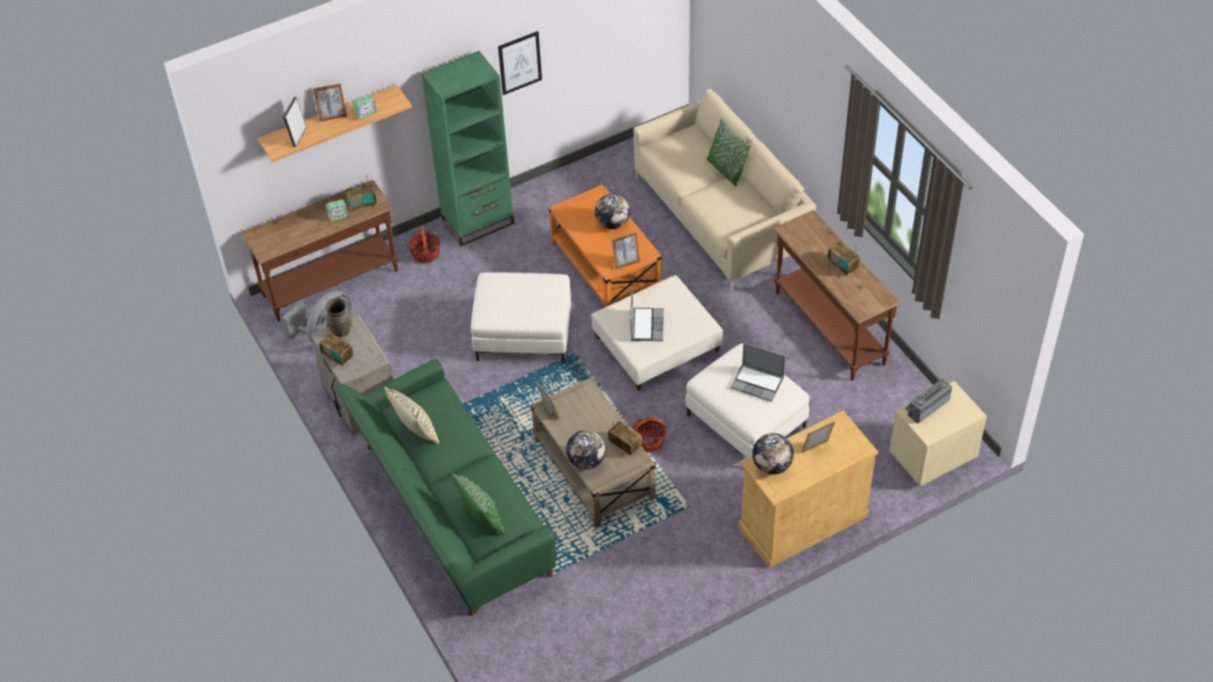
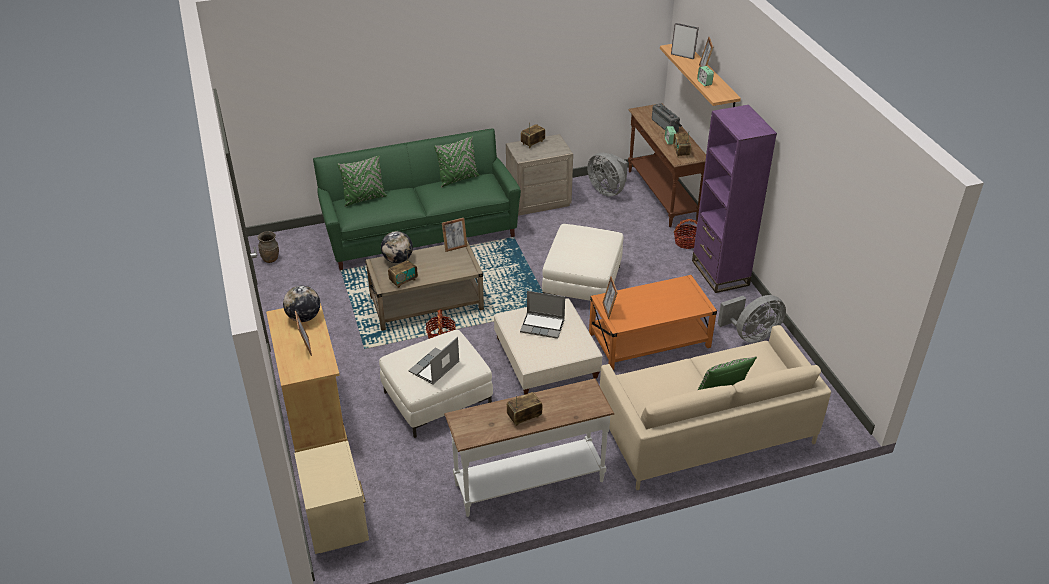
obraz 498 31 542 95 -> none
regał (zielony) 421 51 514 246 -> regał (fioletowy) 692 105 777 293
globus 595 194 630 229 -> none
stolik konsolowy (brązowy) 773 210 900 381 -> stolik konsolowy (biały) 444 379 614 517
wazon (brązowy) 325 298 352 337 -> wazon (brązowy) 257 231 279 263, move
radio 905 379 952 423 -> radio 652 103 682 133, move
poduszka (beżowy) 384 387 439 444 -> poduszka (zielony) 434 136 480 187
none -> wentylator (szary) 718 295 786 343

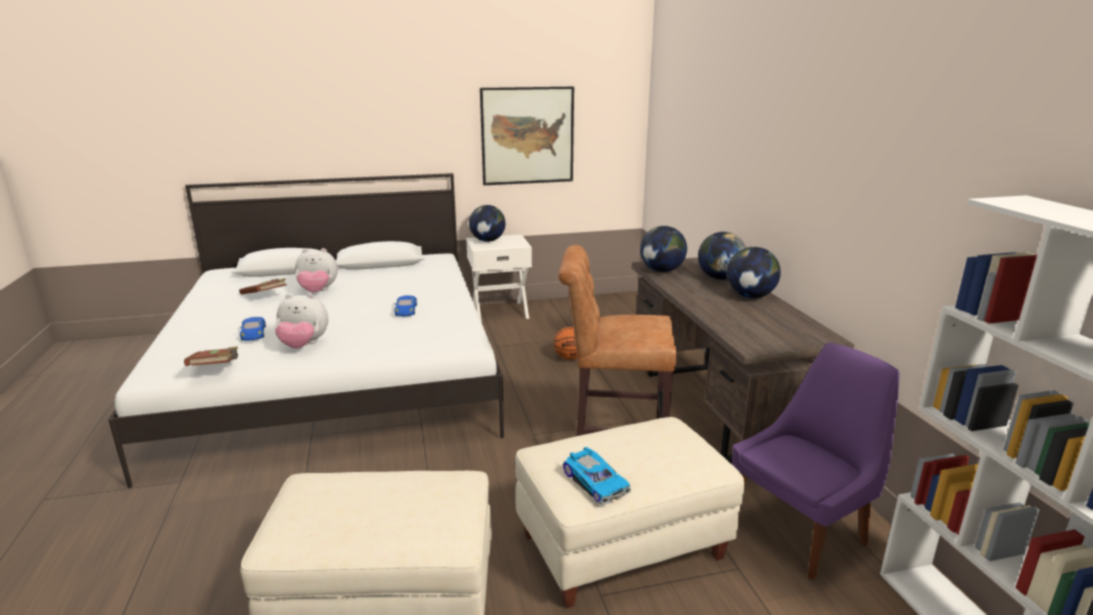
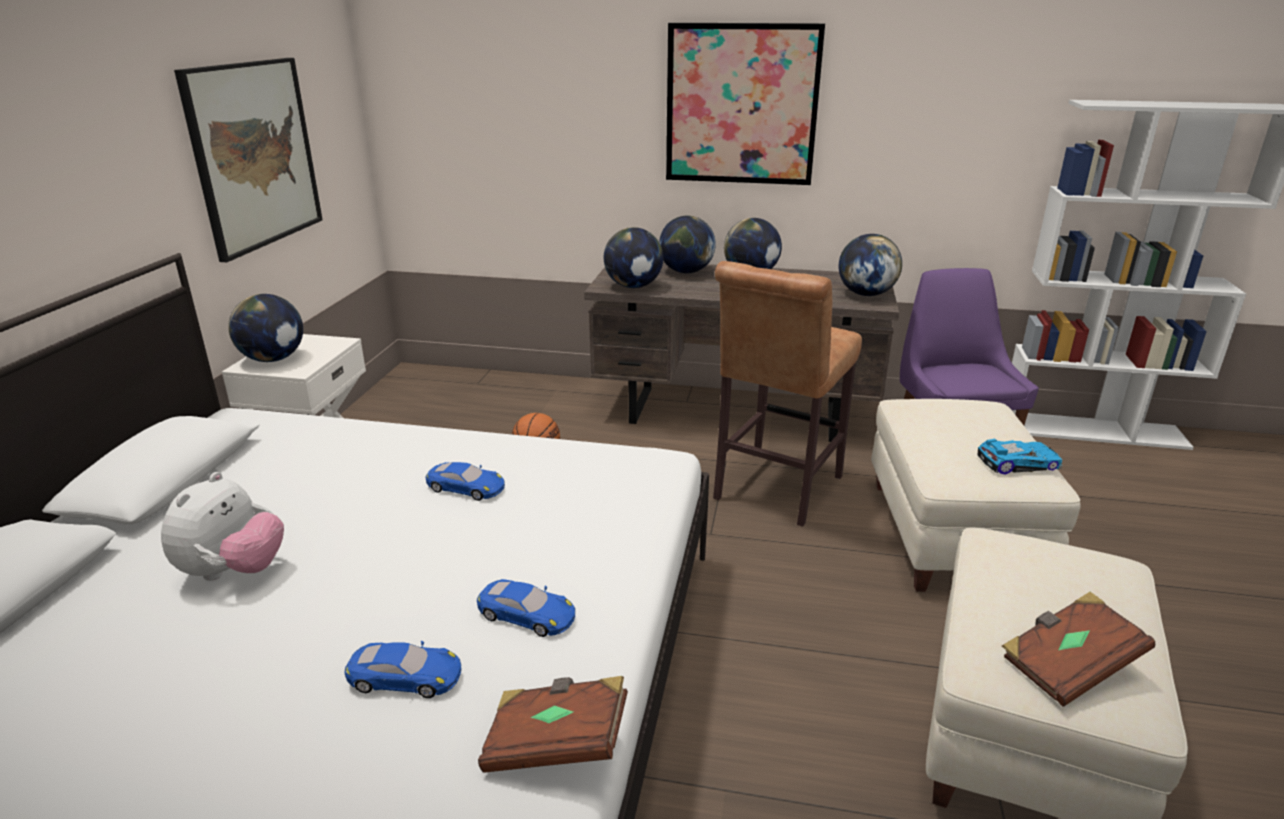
książka (brązowy) 239 278 287 294 -> książka (brązowy) 1002 592 1155 707, move
pluszak 275 294 328 349 -> samochodzik (niebieski) 477 579 575 637
none -> obraz 666 23 825 185
none -> globus 839 234 902 296

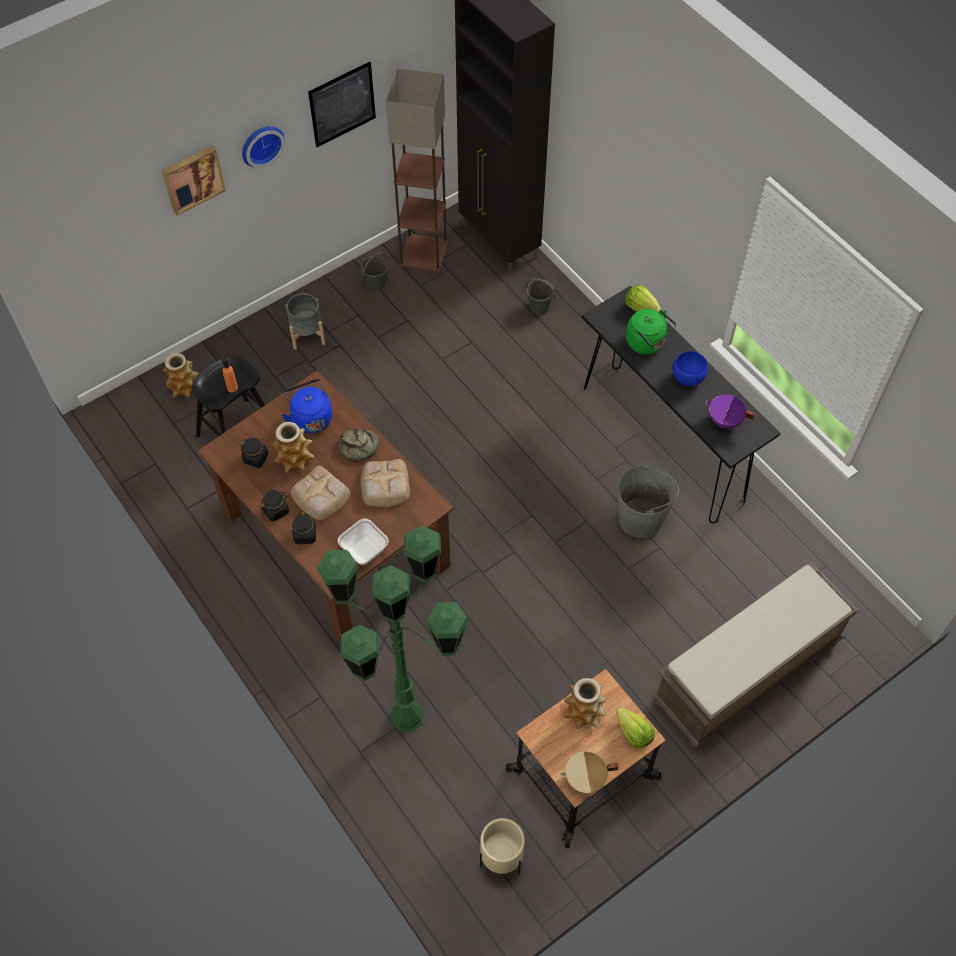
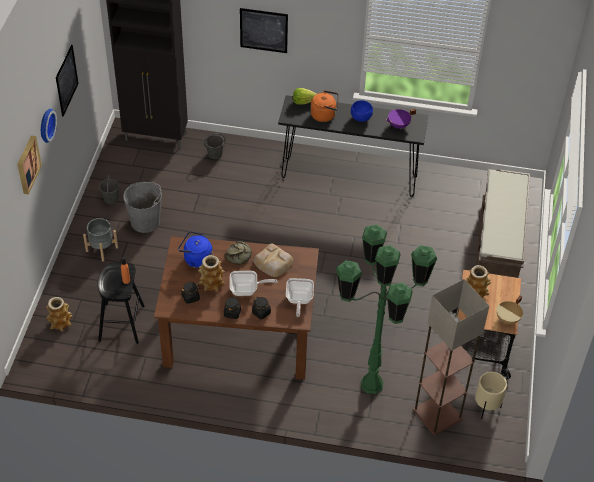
lampa stojąca 386 68 448 273 -> lampa stojąca 413 279 489 435, move
czajnik (zielony) 626 309 676 354 -> czajnik (pomarańczowy) 310 90 339 122
wiadro (szary) 618 464 679 538 -> wiadro (szary) 123 182 162 233, move
chleb 291 466 350 520 -> patelnia 230 271 277 296
sałata 616 707 655 748 -> none
none -> obraz 240 8 288 53

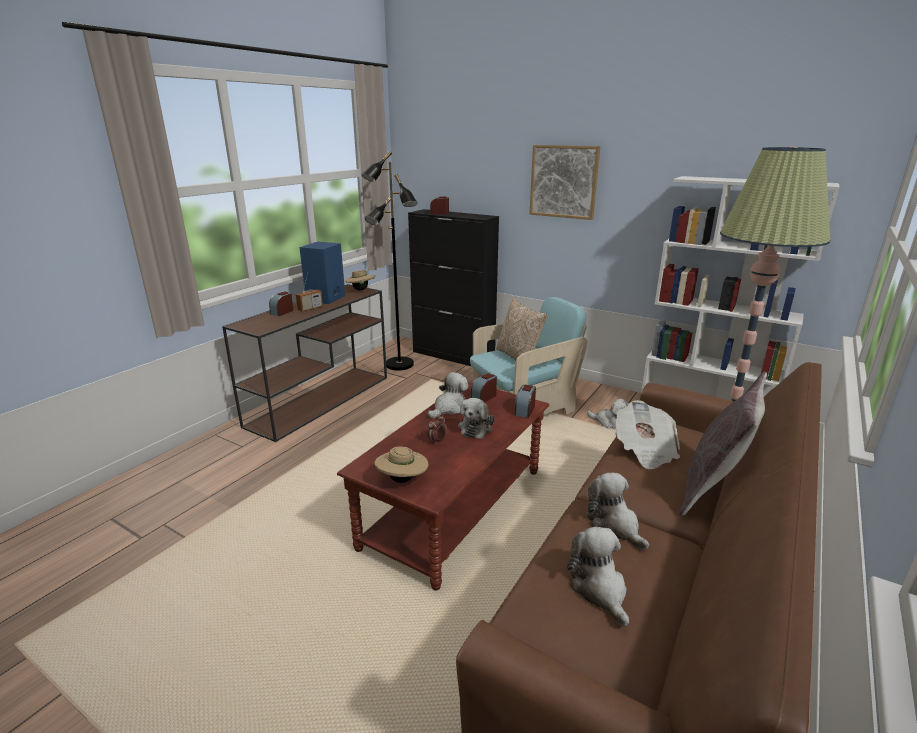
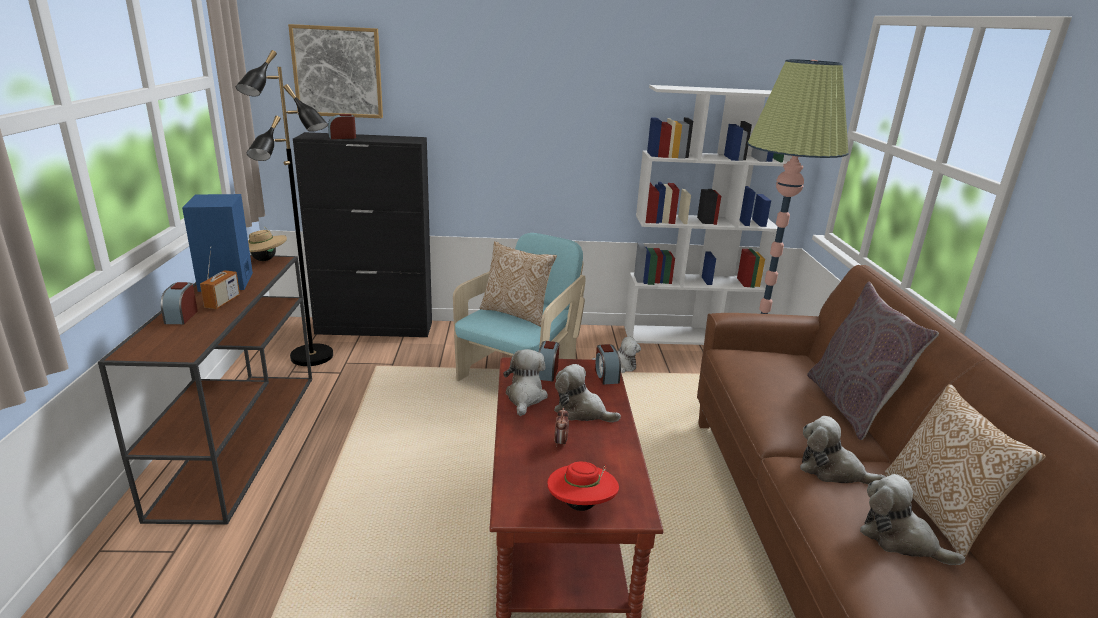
obraz 529 145 600 220 -> obraz 288 24 383 118, move
pluszak 458 398 495 439 -> pluszak 554 364 621 422, 135 degrees clockwise
gazeta 615 400 680 470 -> none
kapelusz (beżowy) 375 446 428 483 -> kapelusz (czerwony) 547 461 619 511
none -> poduszka 885 384 1046 558

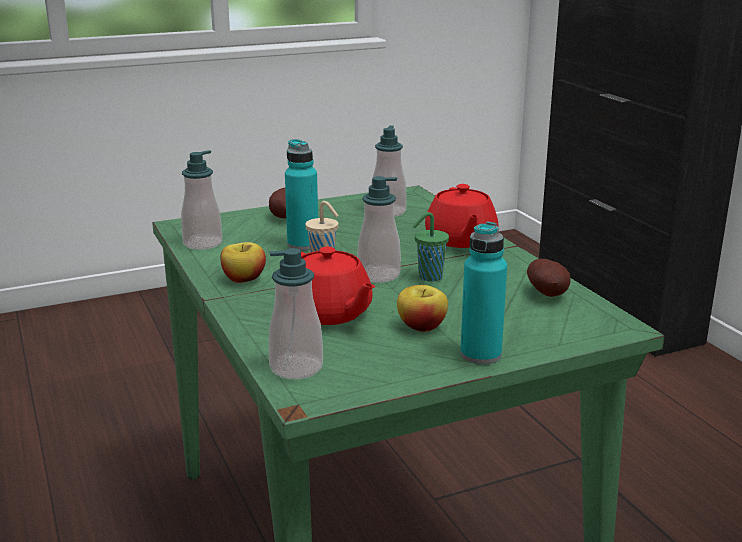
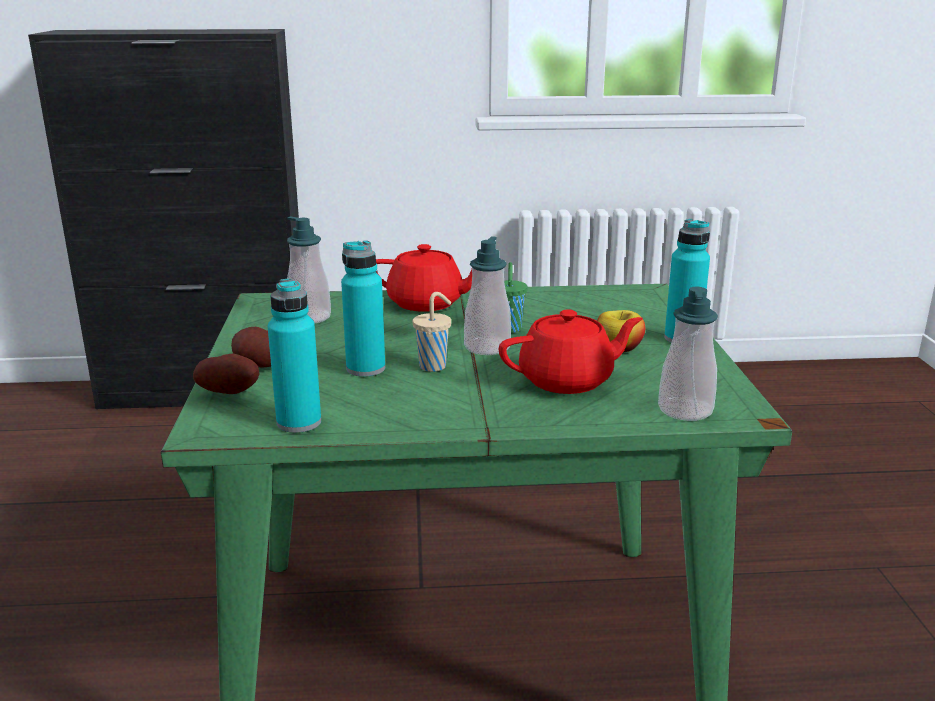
dozownik mydła 181 150 223 250 -> butelka (turkusowy) 268 278 321 433
jabłko 220 242 266 283 -> none
ziemniak 527 259 571 297 -> ziemniak 193 354 260 394, move

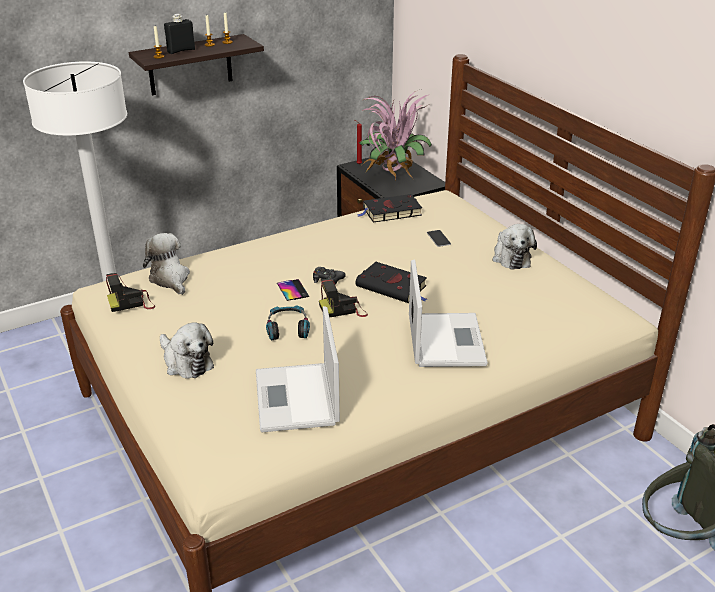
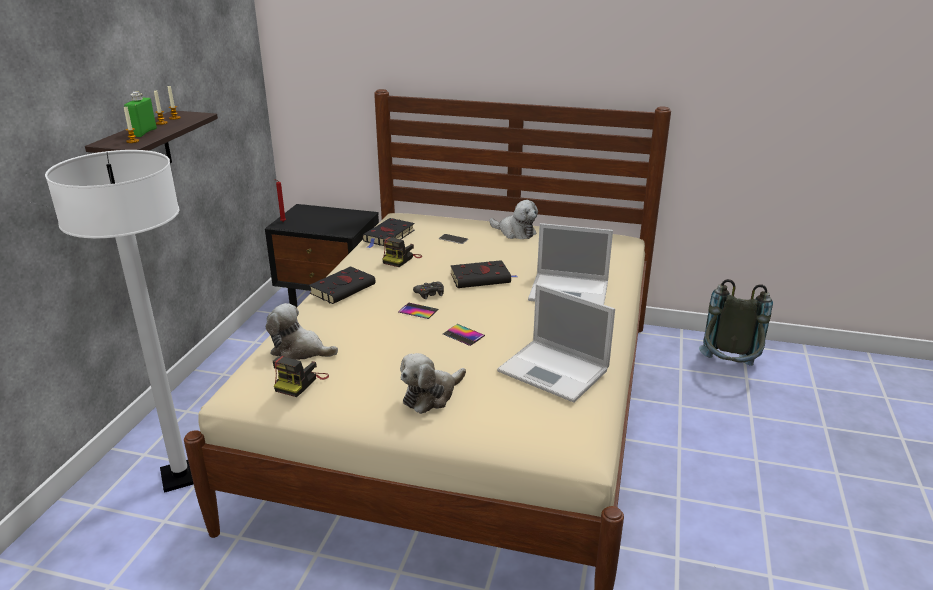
butelka (czarny) 164 14 195 54 -> butelka (zielony) 124 92 157 137
roślina doniczkowa 359 91 432 180 -> none
laptop 409 259 488 367 -> laptop 528 223 613 305, 150 degrees clockwise
aparat fotograficzny 319 279 368 318 -> aparat fotograficzny 383 237 422 267, move
słuchawki 266 305 310 341 -> telefon 443 324 485 346
pluszak 160 322 214 379 -> pluszak 400 353 466 414, 135 degrees clockwise
none -> książka (czarny) 309 266 376 304

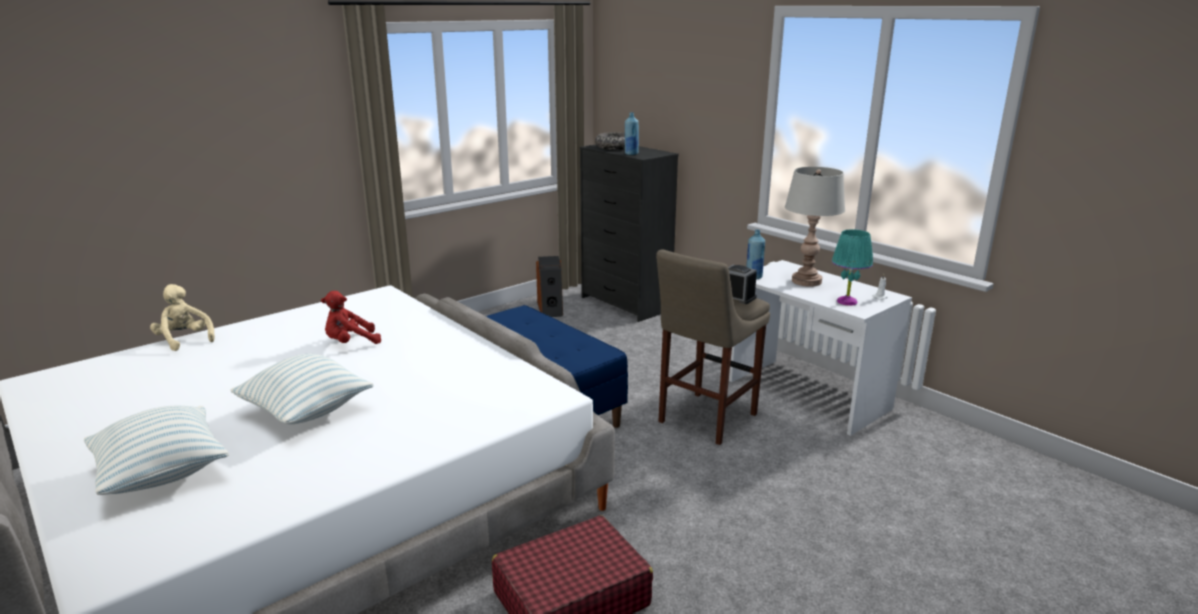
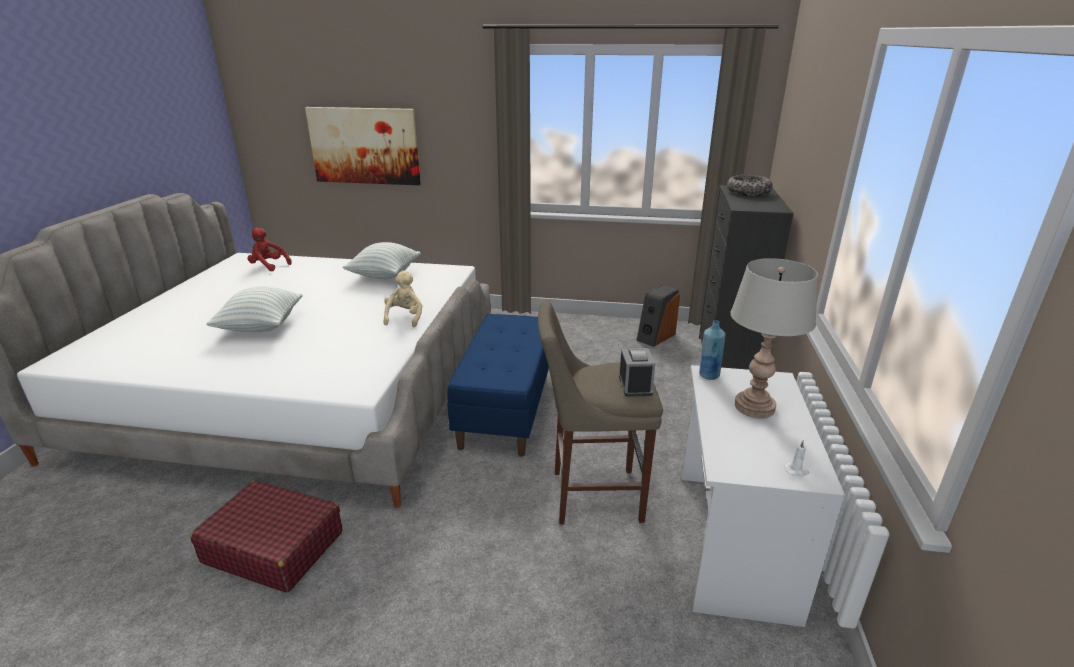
butelka (niebieski) 625 112 639 155 -> none
lampa stołowa (turkusowy) 832 229 873 306 -> none
pluszak (beżowy) 150 284 215 351 -> pluszak (beżowy) 384 271 422 328, move
pluszak (czerwony) 321 291 381 344 -> pluszak (czerwony) 248 228 292 271, move
poduszka 84 406 229 495 -> poduszka 342 242 421 279, move
none -> obraz 305 107 421 185

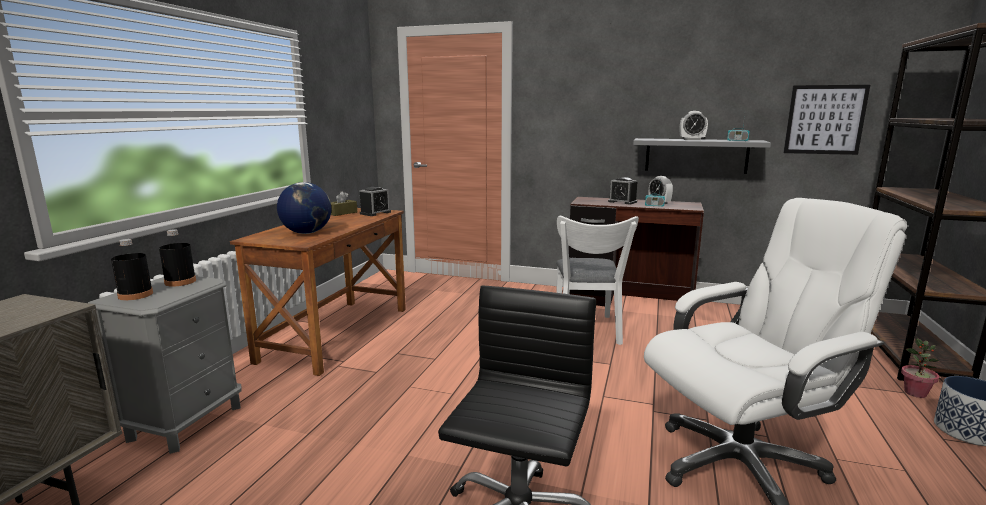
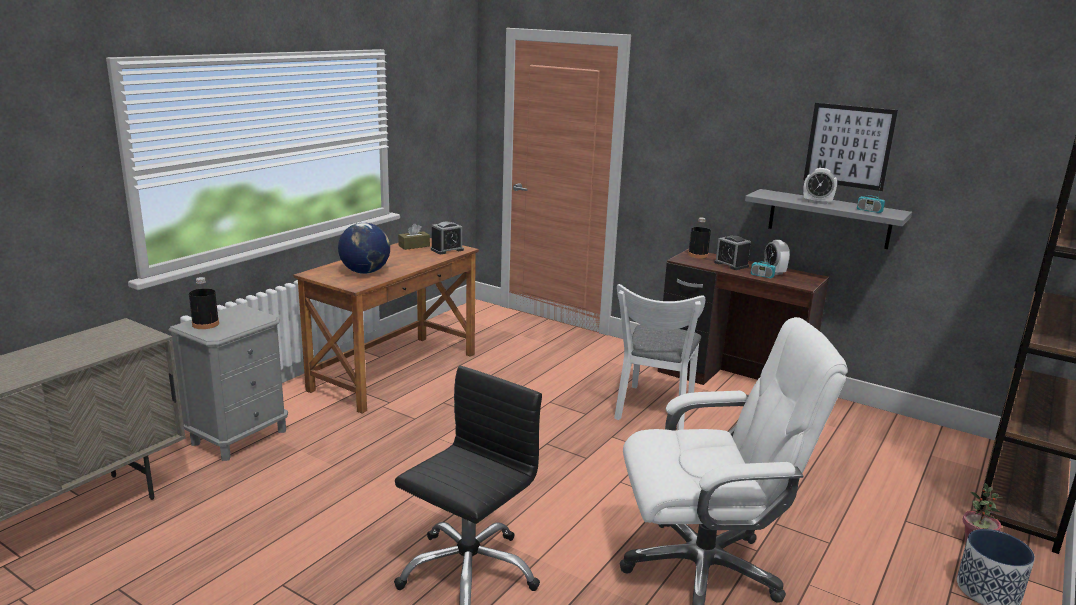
obraz 784 85 870 155 -> obraz 803 103 898 191, move
butelka (czarny) 159 229 196 287 -> butelka (czarny) 688 218 711 259, move

